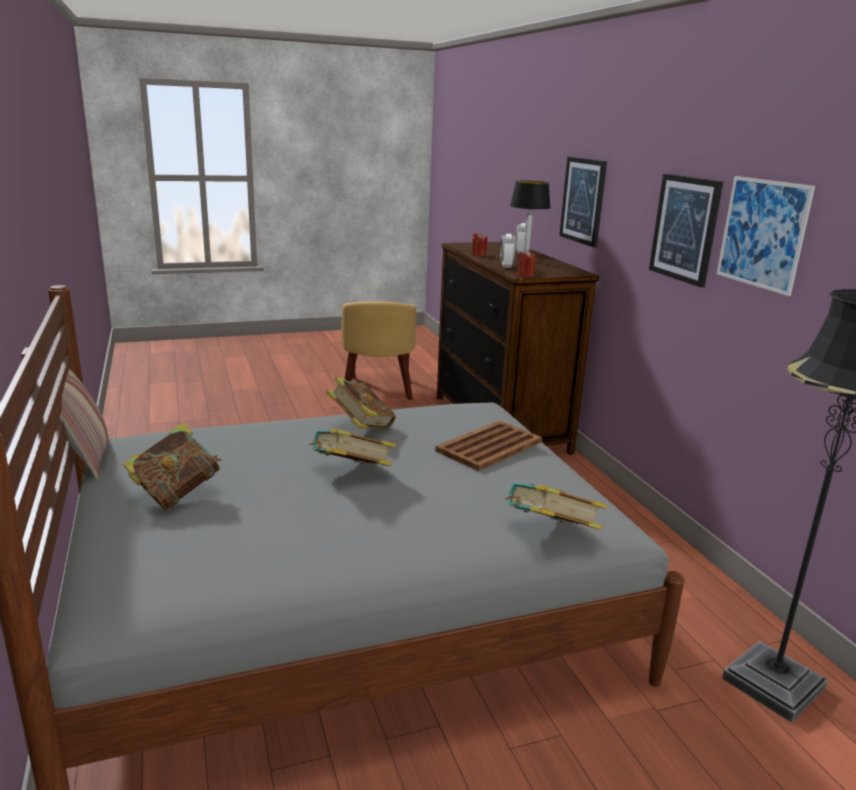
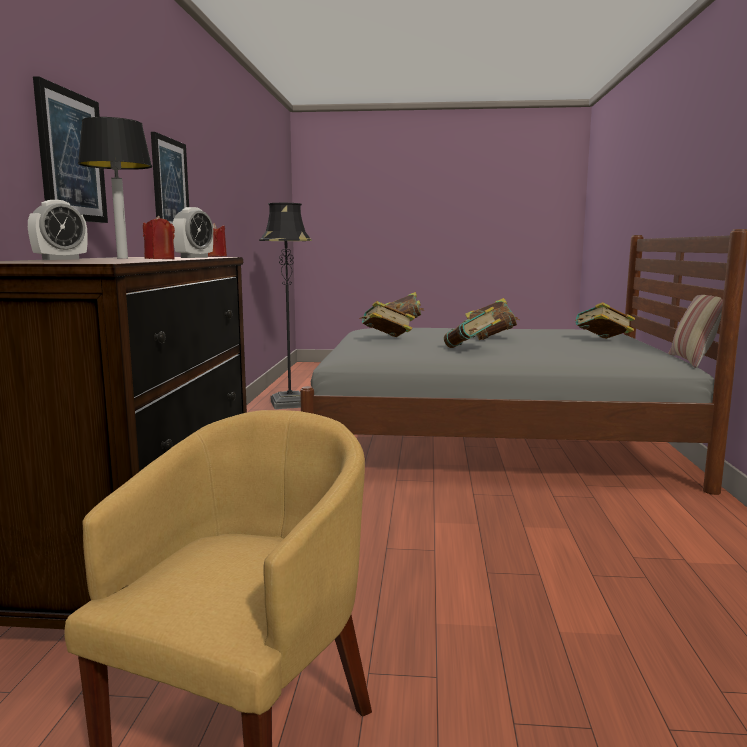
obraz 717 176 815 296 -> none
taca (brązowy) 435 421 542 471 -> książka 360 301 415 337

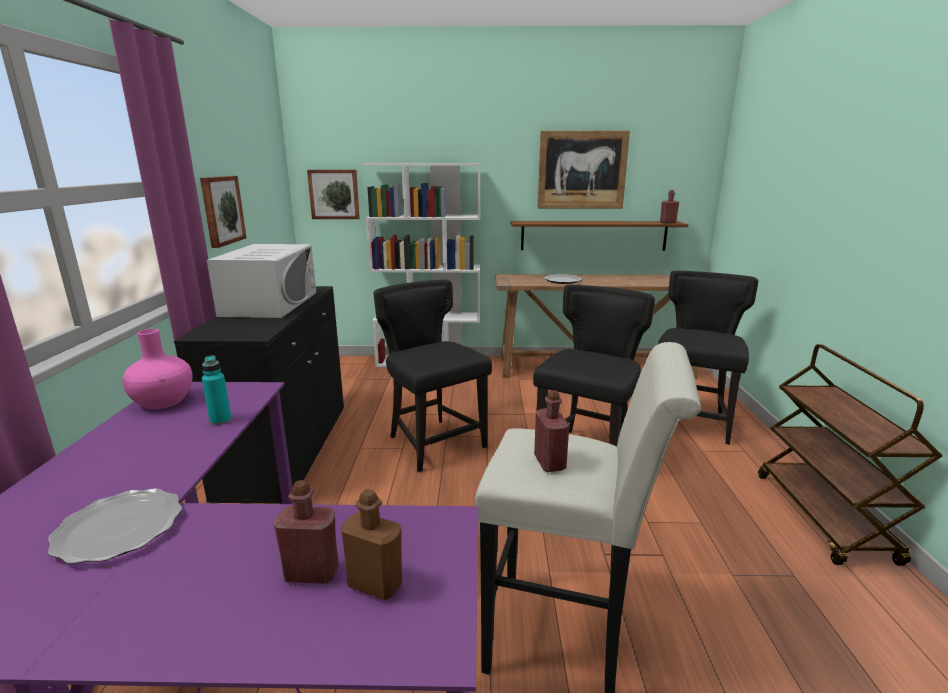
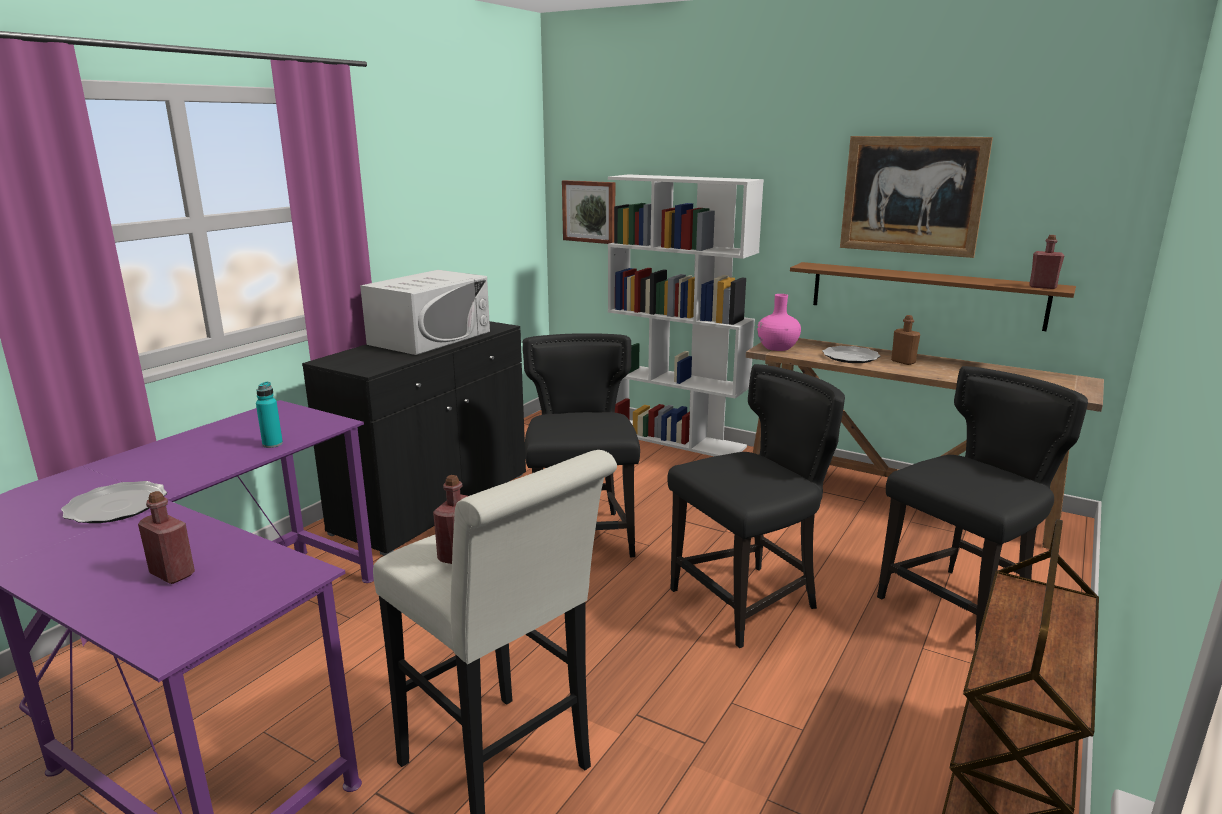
obraz 200 176 246 248 -> none
wazon (różowy) 122 329 193 409 -> wazon (różowy) 757 294 801 351, move
butelka (brązowy) 341 489 402 600 -> butelka (brązowy) 891 315 920 365, move

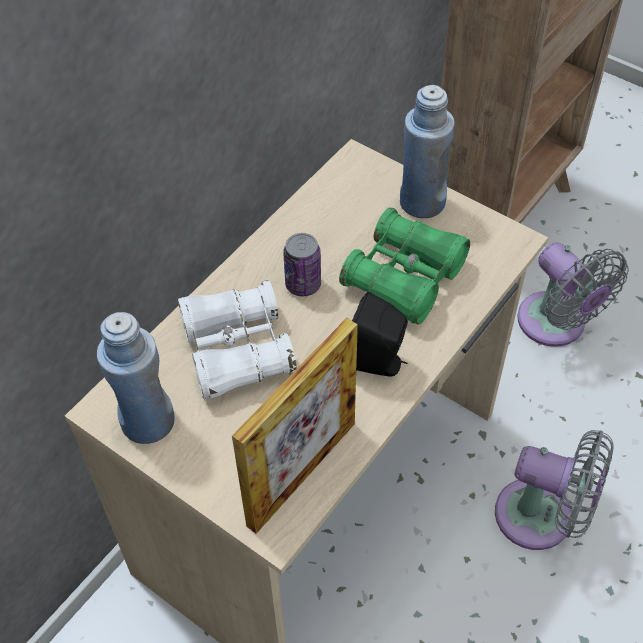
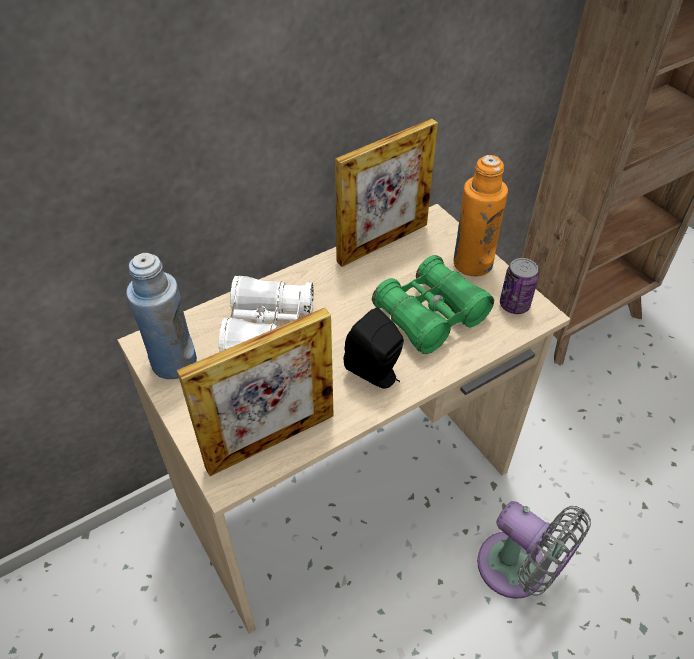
butelka (niebieski) 400 85 455 218 -> butelka (pomarańczowy) 454 155 508 277
puszka 283 233 321 296 -> puszka 500 258 539 314, move
wentylator (szary) 517 242 629 347 -> none
none -> ramka na zdjęcie 335 118 438 267

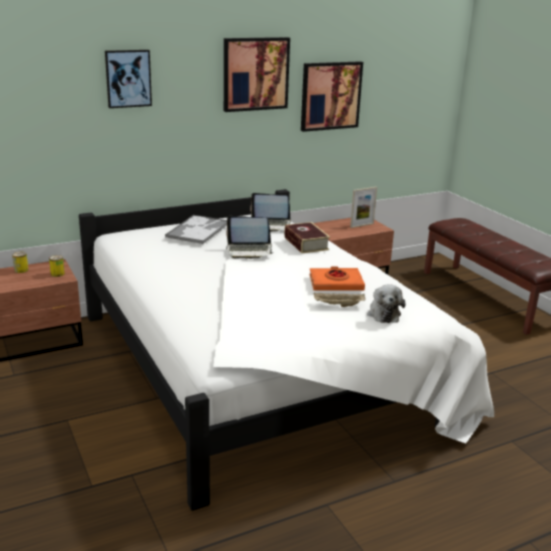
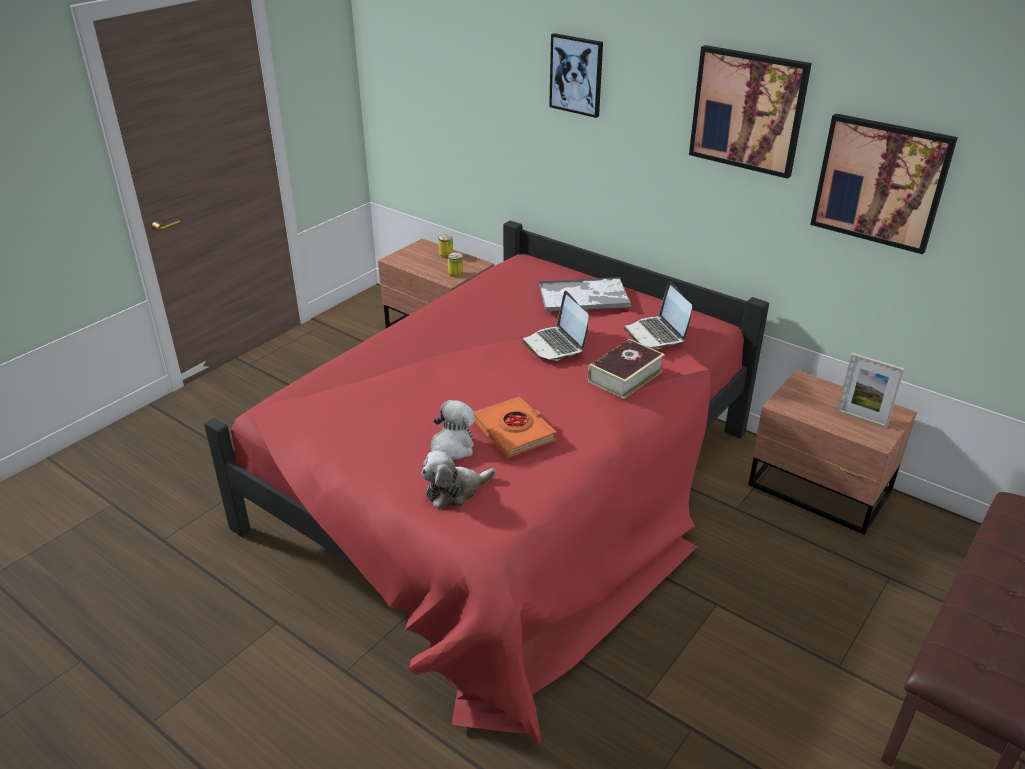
łóżko (biały) 79 189 494 511 -> łóżko (czerwony) 204 221 769 746
taca (beżowy) 314 293 365 307 -> pluszak 423 400 475 467

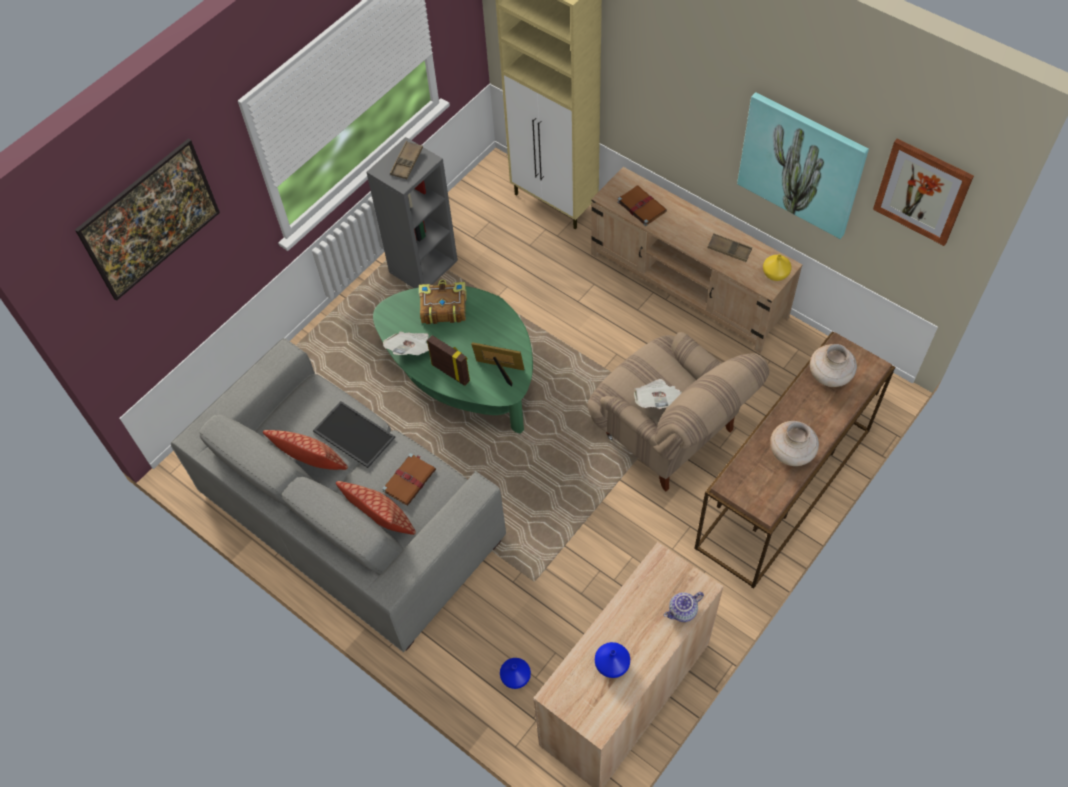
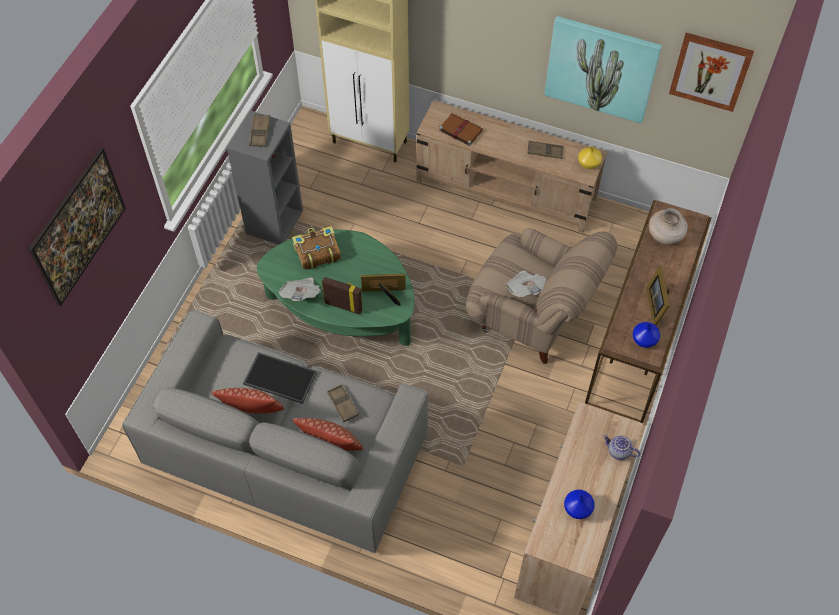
wazon (beżowy) 770 421 819 466 -> ramka na zdjęcie 646 266 670 326
książka (brązowy) 382 453 436 506 -> taca (brązowy) 327 384 359 422
imbryk 664 592 704 622 -> imbryk 603 435 640 460, 75 degrees clockwise
wazon (niebieski) 500 658 531 689 -> wazon (niebieski) 633 322 660 348, move

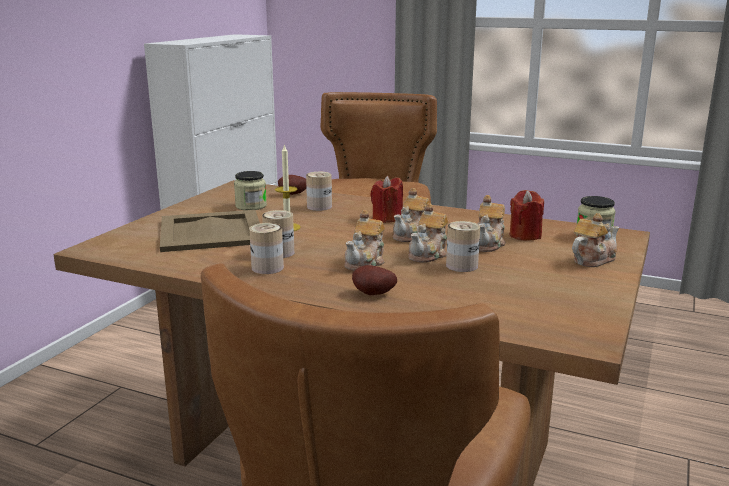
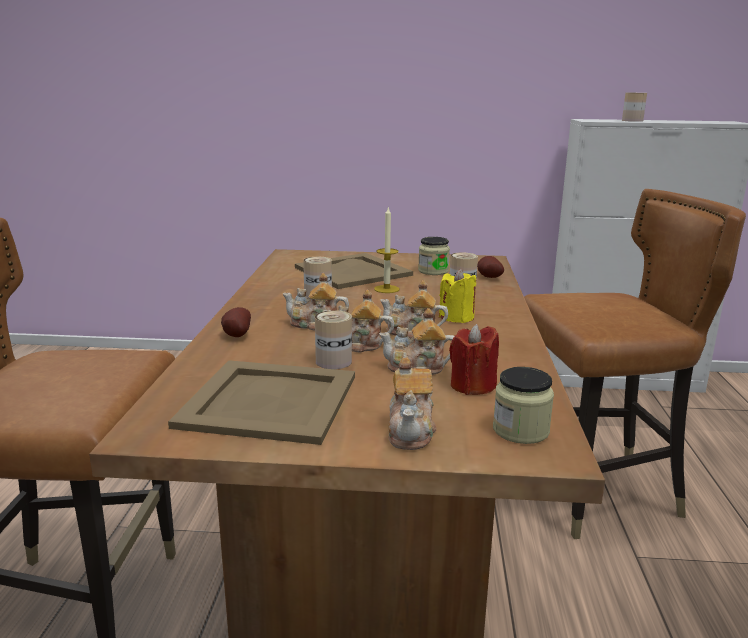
świeca (czerwony) 370 176 403 223 -> świeca (żółty) 439 269 476 323
imbryk 572 213 619 267 -> imbryk 388 358 436 450, 60 degrees clockwise
puszka 249 223 284 274 -> puszka 622 93 647 122, move
none -> taca (beżowy) 168 360 355 445

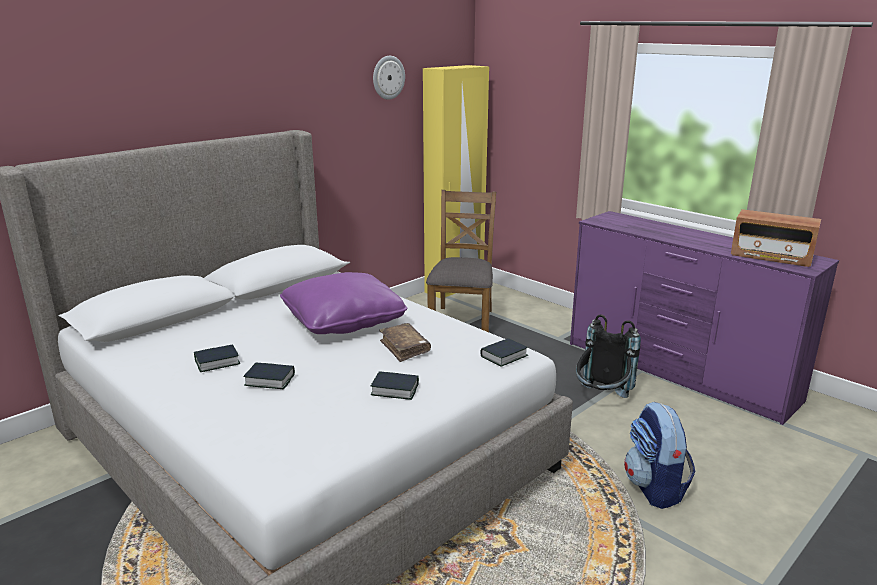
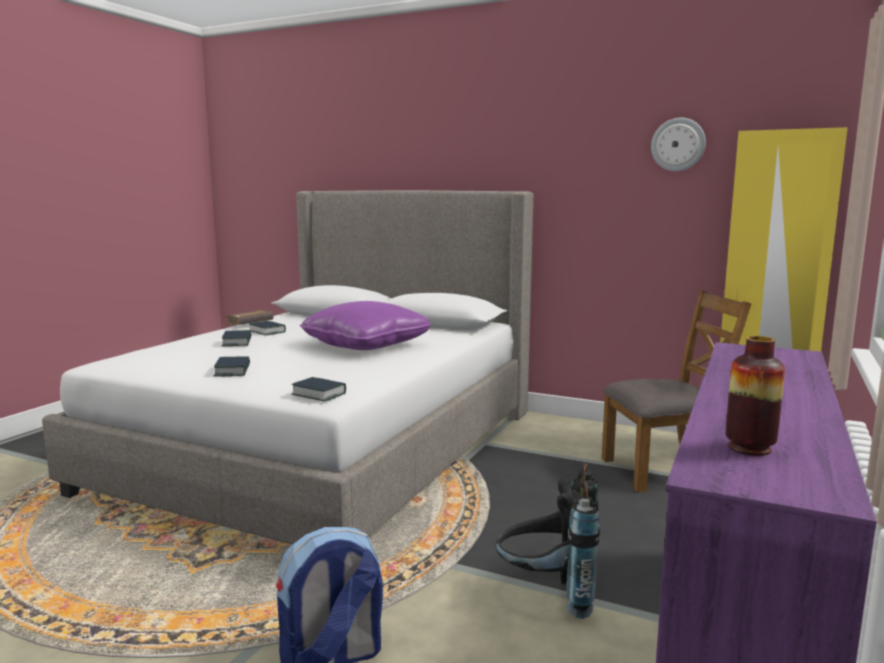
radio 731 209 821 267 -> wazon 726 336 785 456
książka (brązowy) 379 323 431 362 -> książka (brązowy) 225 310 273 325, move

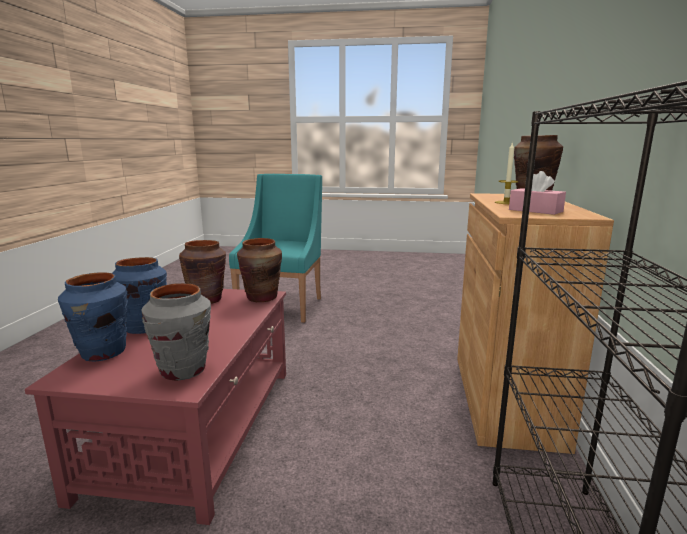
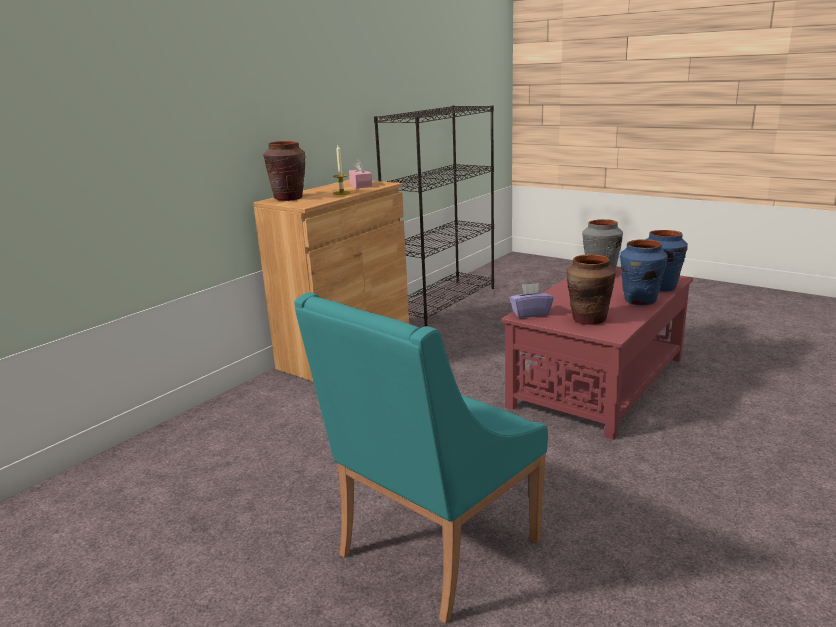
wazon (brązowy) 237 238 282 302 -> pudełko chusteczek (fioletowy) 509 283 554 318

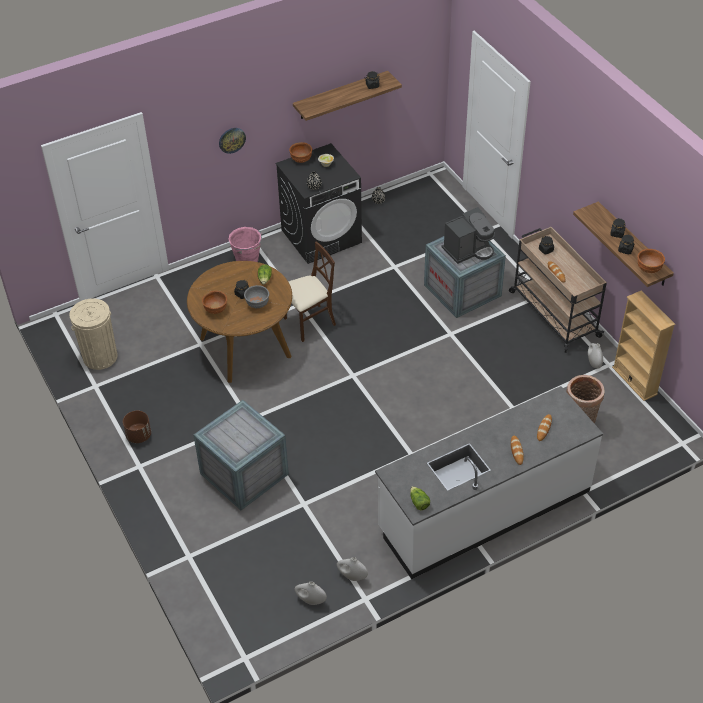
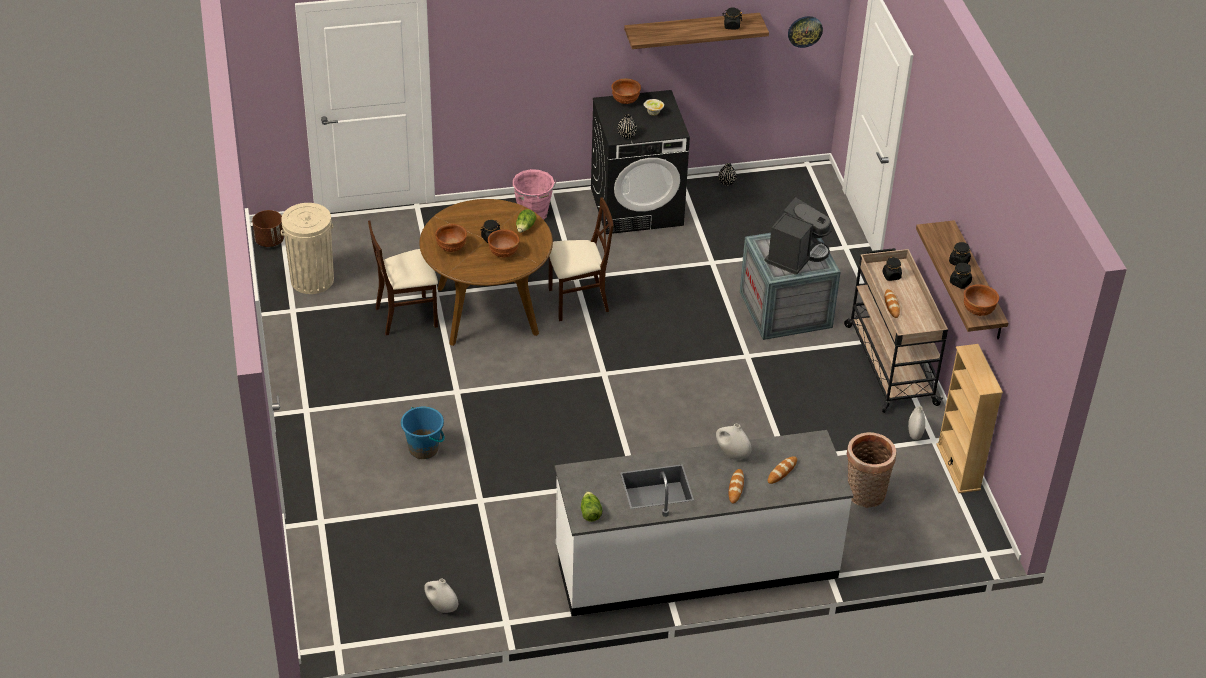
zegar ścienny 219 128 246 154 -> zegar ścienny 788 16 823 48, move
ekspres do kawy 442 207 495 264 -> ekspres do kawy 764 197 832 275, 45 degrees counterclockwise
miska (szary) 244 285 269 309 -> miska (brązowy) 488 229 519 258
skrzynka 193 400 289 510 -> wiadro (niebieski) 401 407 445 459
donica (brązowy) 123 411 151 443 -> donica (brązowy) 252 210 284 247, move
wazon (biały) 337 557 368 581 -> wazon (biały) 716 424 751 460, move
none -> krzesło (beżowy) 368 220 438 335

